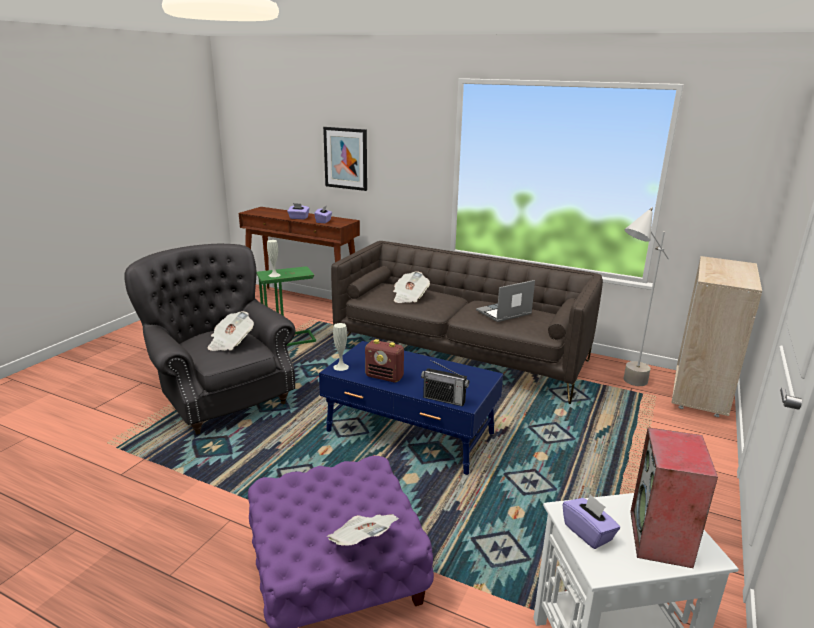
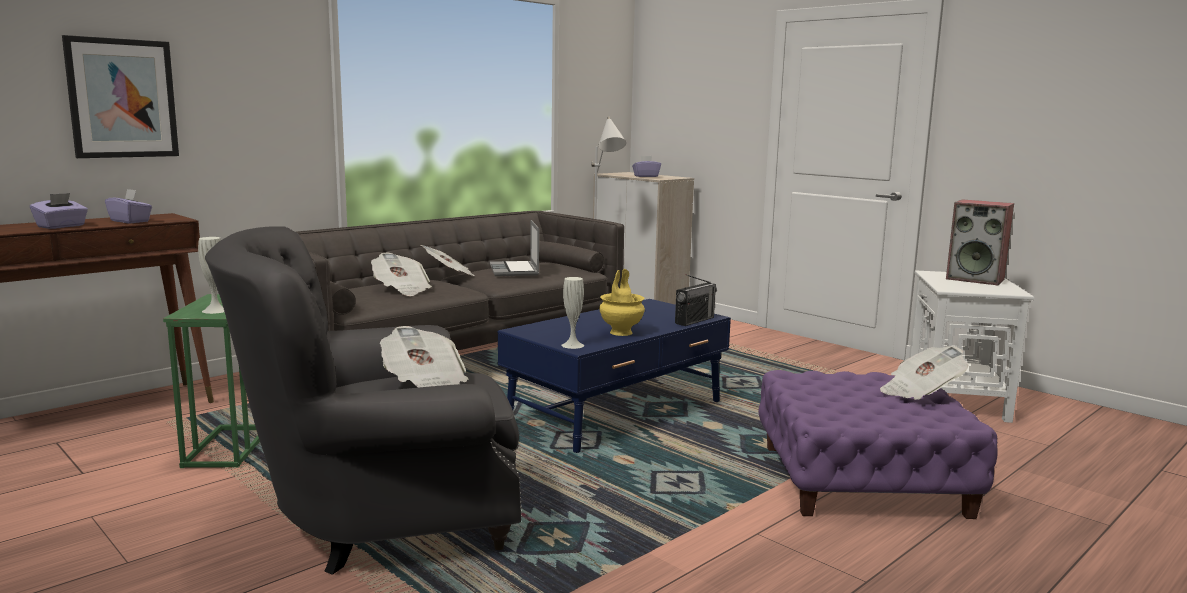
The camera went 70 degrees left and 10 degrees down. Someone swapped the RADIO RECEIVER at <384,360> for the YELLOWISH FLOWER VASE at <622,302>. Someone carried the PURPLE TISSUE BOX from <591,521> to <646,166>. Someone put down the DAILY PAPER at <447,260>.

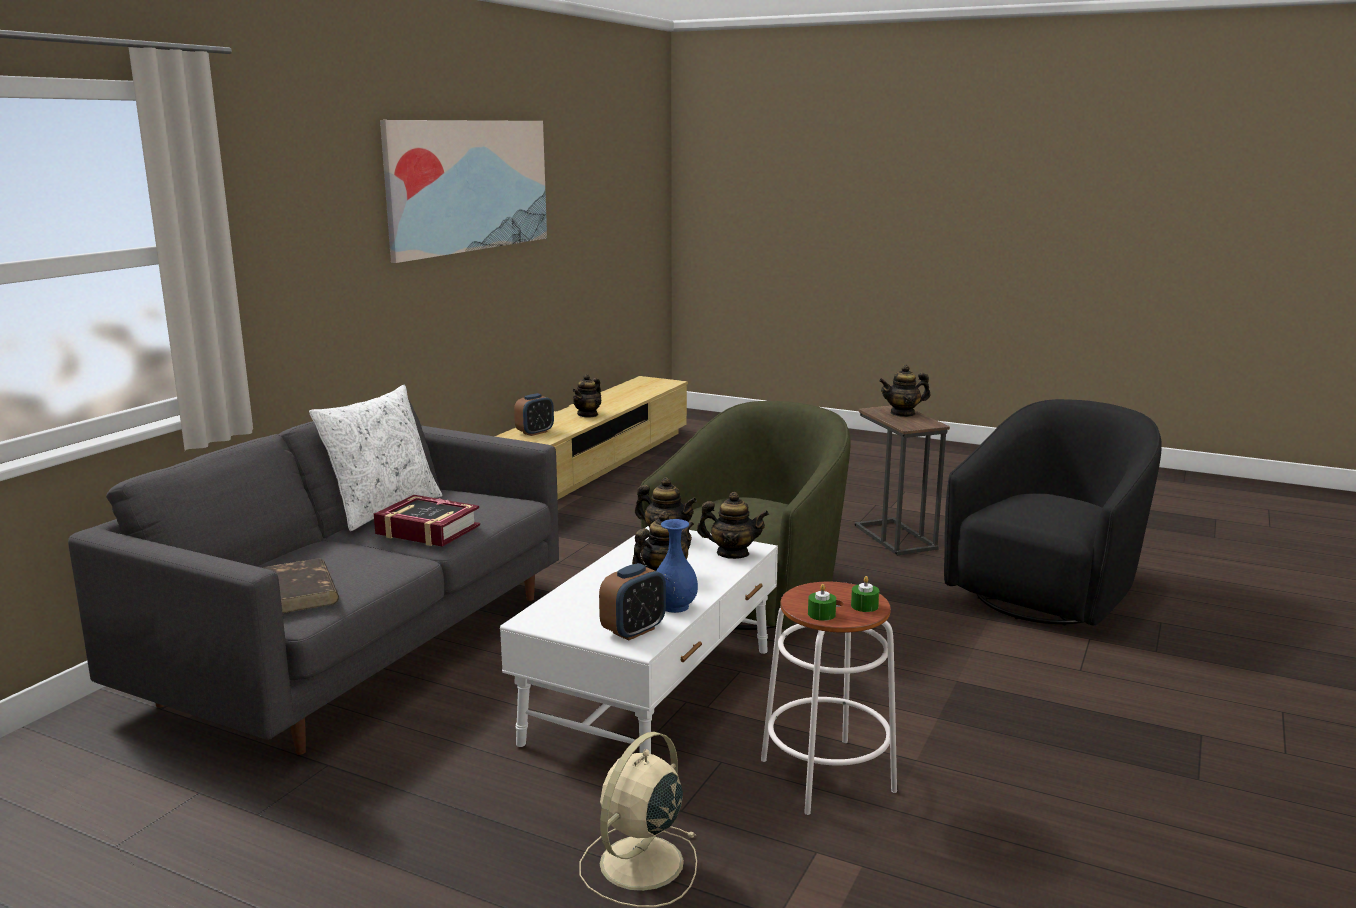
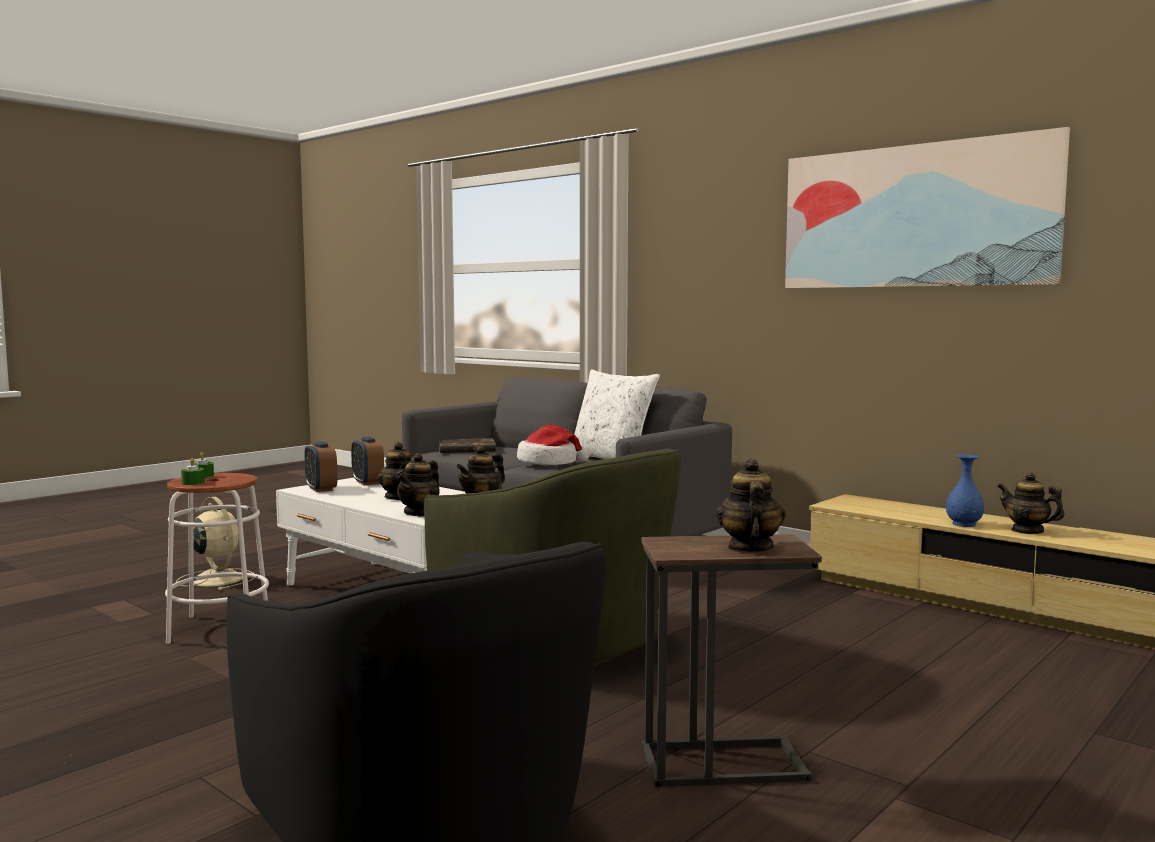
The camera went 105 degrees right and 10 degrees down. Someone swapped the VOLUME at <427,521> for the WEARABLE HAT at <553,445>. Someone carried the ALARM CLOCK from <534,414> to <367,461>. Someone carried the BLUE-COLOURED FLOWER VASE from <677,566> to <965,490>.

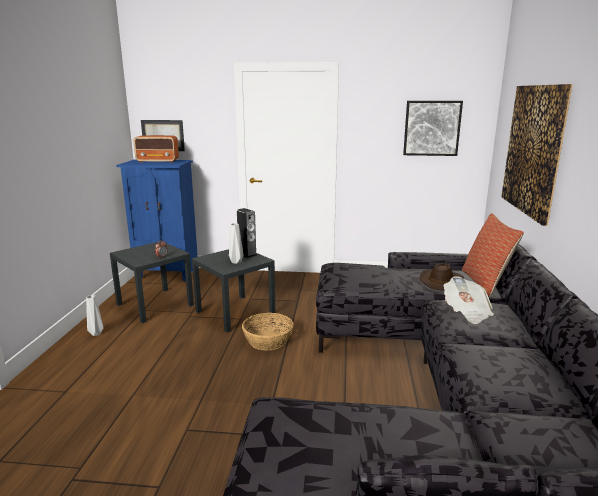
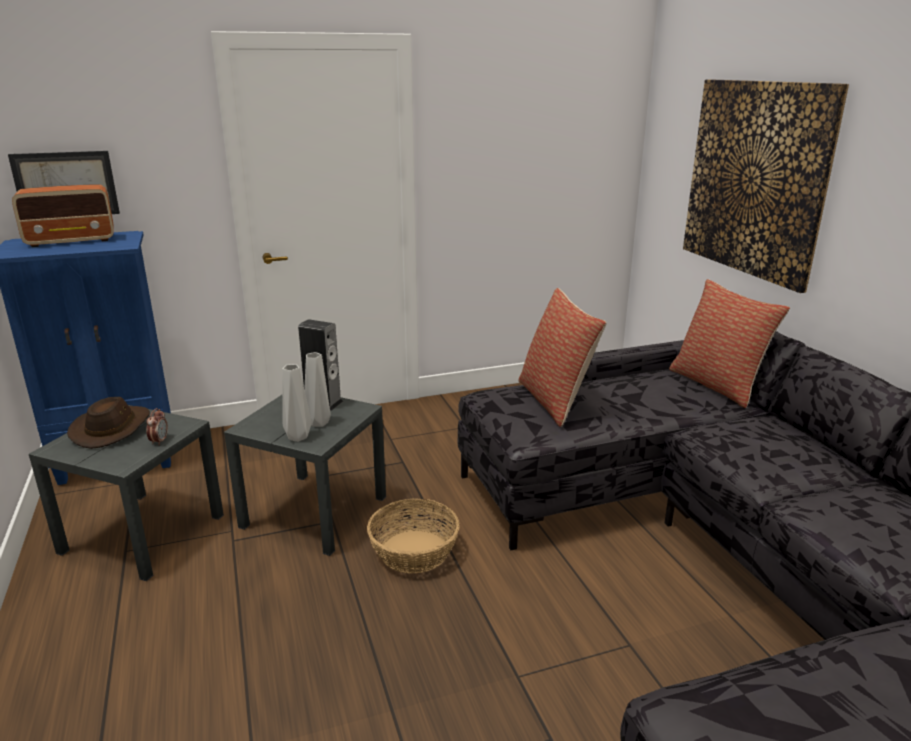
The camera went 25 degrees left and 5 degrees up. Someone carried the GREYISH FLOWER VASE from <95,315> to <296,403>. Someone took away the PICTURE at <433,128>. Someone carried the BROWNISH WEARABLE HAT from <442,276> to <108,423>. Someone took away the DAILY PAPER at <468,300>. Someone put down the PILLOW at <563,357>.

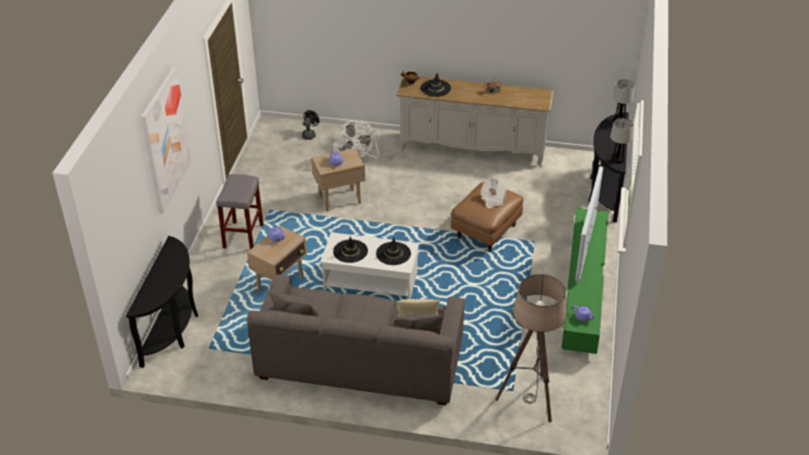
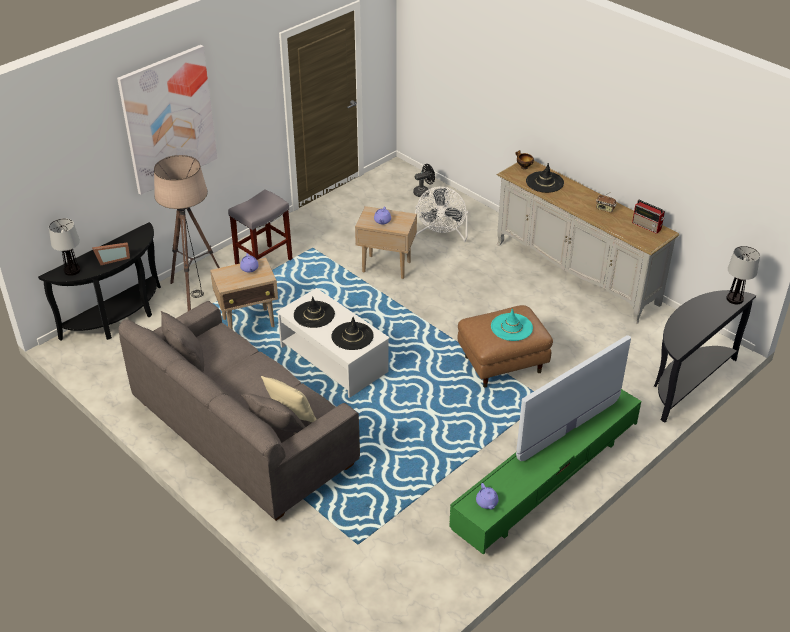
The camera went 35 degrees right and 0 degrees up. Someone swapped the DAILY PAPER at <493,193> for the TURQUOISE-COLOURED WEARABLE HAT at <512,324>. Someone carried the FLOOR LAMP from <531,348> to <187,233>. Someone carried the LAMP FOR A TABLE from <621,141> to <65,247>. Someone put down the PHOTO FRAME at <111,254>. Someone put down the RADIO RECEIVER at <648,216>.

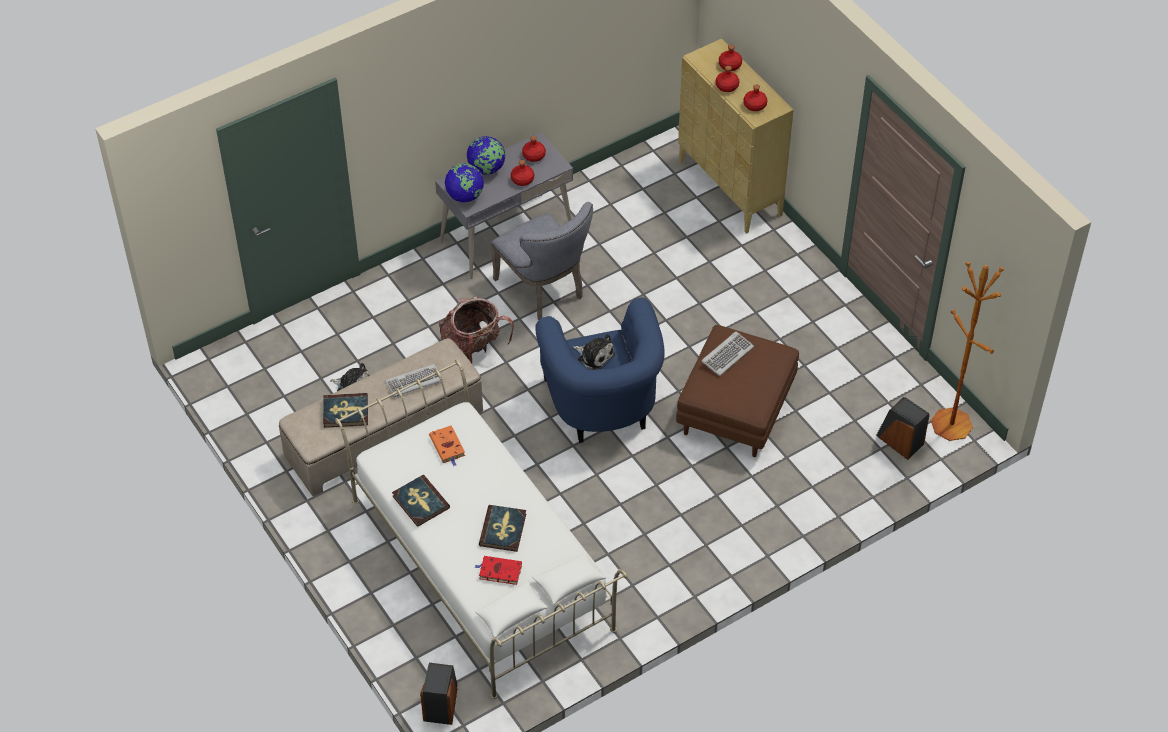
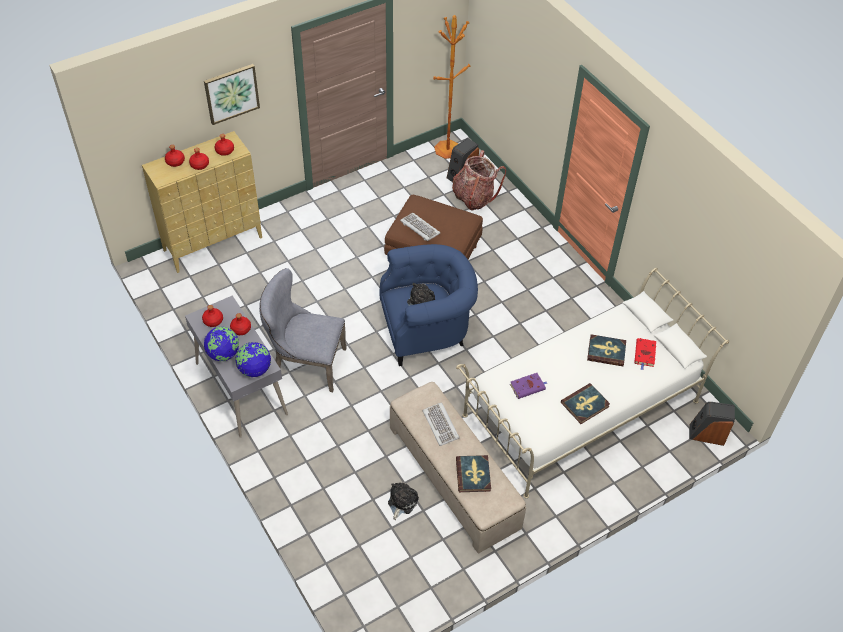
The camera went 90 degrees left and 0 degrees up. Someone repainted the ORANGE-COLOURED VOLUME at <447,445>, which became the PURPLE VOLUME at <528,386>. Someone carried the RUCKSACK from <476,330> to <479,180>. Someone rotated the GREYISH UPRIGHT CHAIR at <542,261> by 135 degrees counterclockwise. Someone put up the PICTURE at <232,94>.

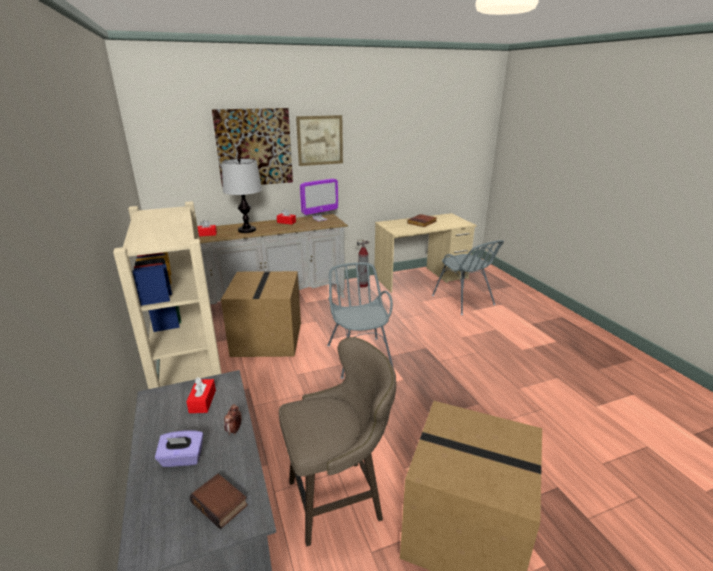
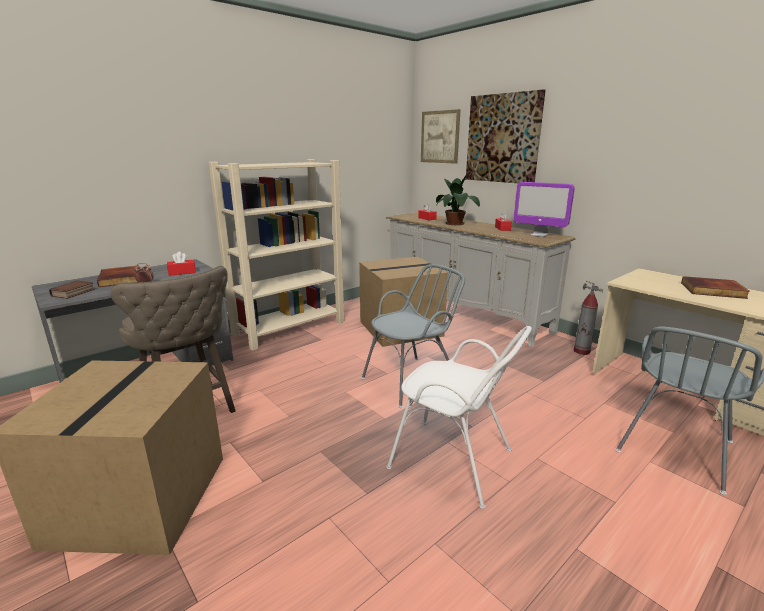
The camera went 70 degrees right and 5 degrees down. Someone swapped the PURPLE TISSUE BOX at <179,448> for the VOLUME at <117,276>. Someone swapped the LAMP FOR A TABLE at <242,196> for the PLANT IN A POT at <457,197>. Someone carried the PICTURE from <319,140> to <441,136>. Someone put down the WHITE UPRIGHT CHAIR at <459,417>.

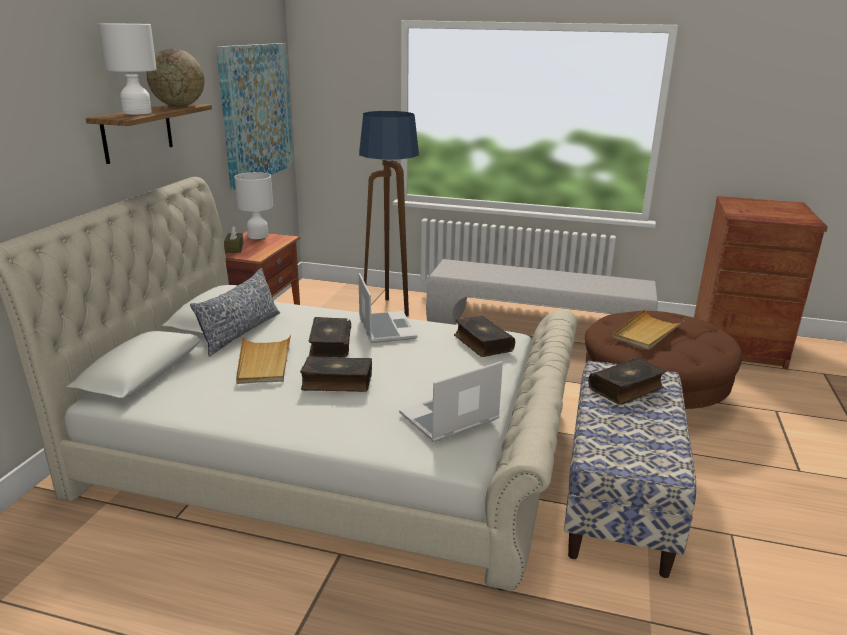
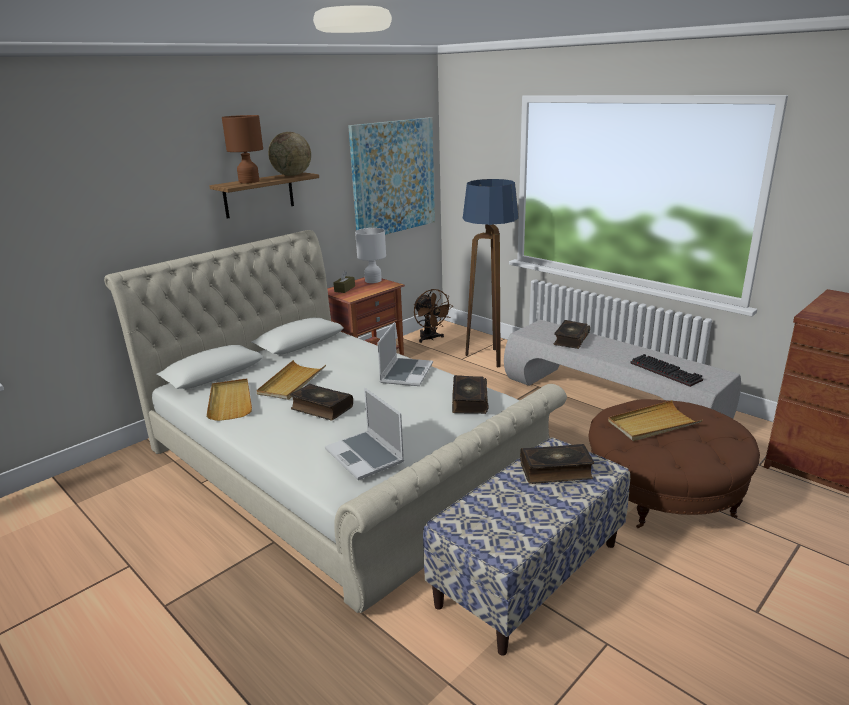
The camera went 30 degrees right and 0 degrees up. Someone repainted the WHITE LAMP FOR A TABLE at <127,69>, which became the BROWNISH LAMP FOR A TABLE at <242,149>. Someone took away the PILLOW at <235,312>. Someone carried the VOLUME from <330,337> to <571,334>. Someone rotated the PORTABLE COMPUTER at <451,401> by 120 degrees counterclockwise. Someone put down the BEIGE SERVING TRAY at <229,399>. Someone put down the BROWNISH COOLING FAN at <433,316>. Someone put down the COMPUTER KEYBOARD at <666,370>.

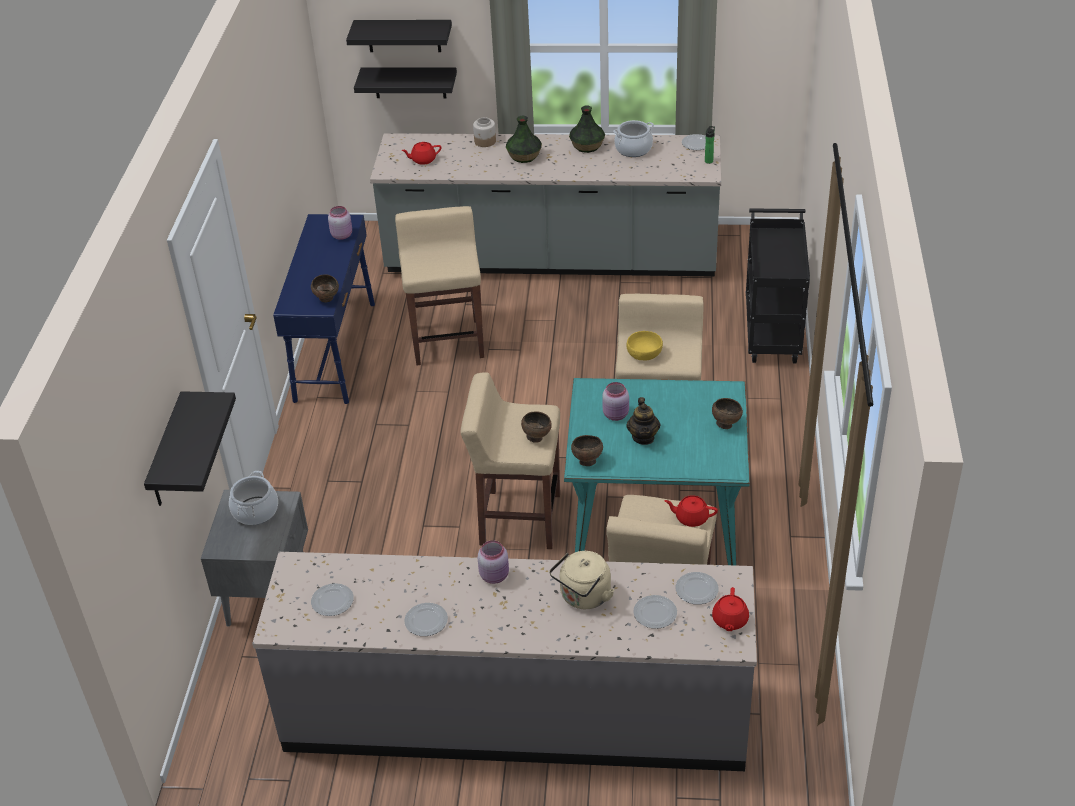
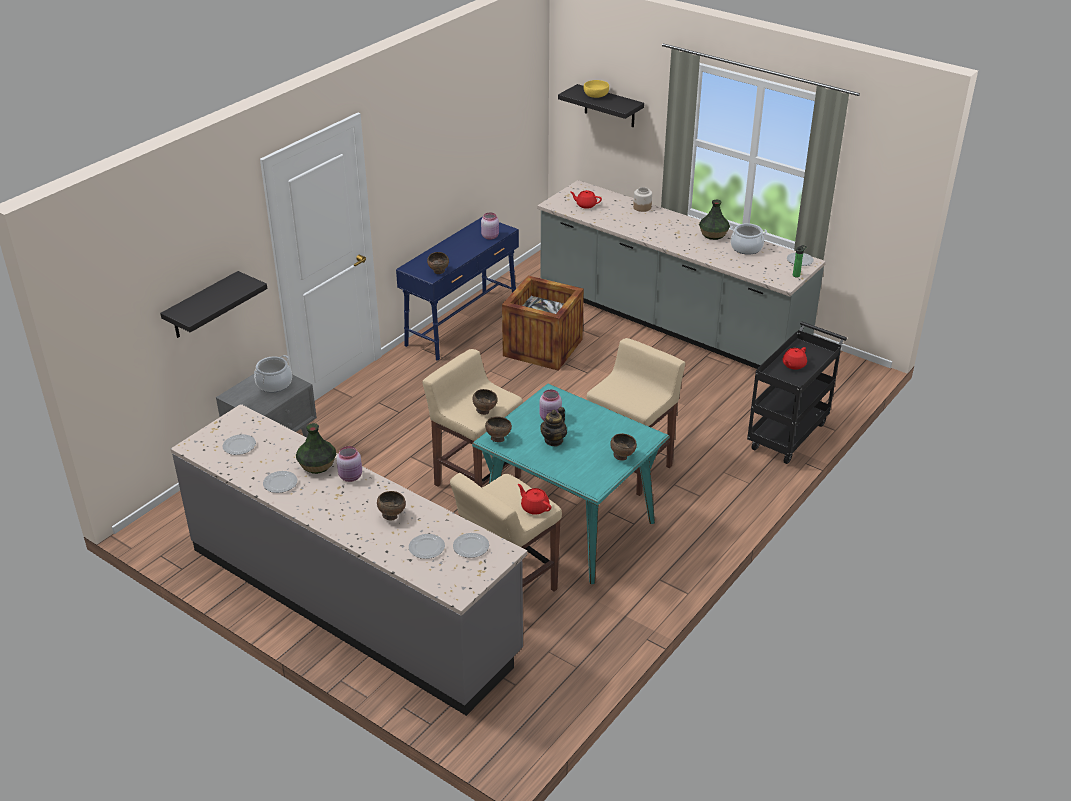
The camera went 30 degrees right and 5 degrees down. Someone took away the BLACK WALL SHELF at <405,82>. Someone swapped the BEIGE STOOL SEAT at <439,285> for the CRATE at <543,323>. Someone carried the FLOWER VASE from <524,139> to <316,448>. Someone swapped the BEIGE WATER KETTLE at <581,580> for the BROWNISH BOWL at <391,505>. Someone carried the YELLOWISH BOWL from <644,345> to <596,89>. Someone carried the RED TEA POT from <730,609> to <795,358>.

